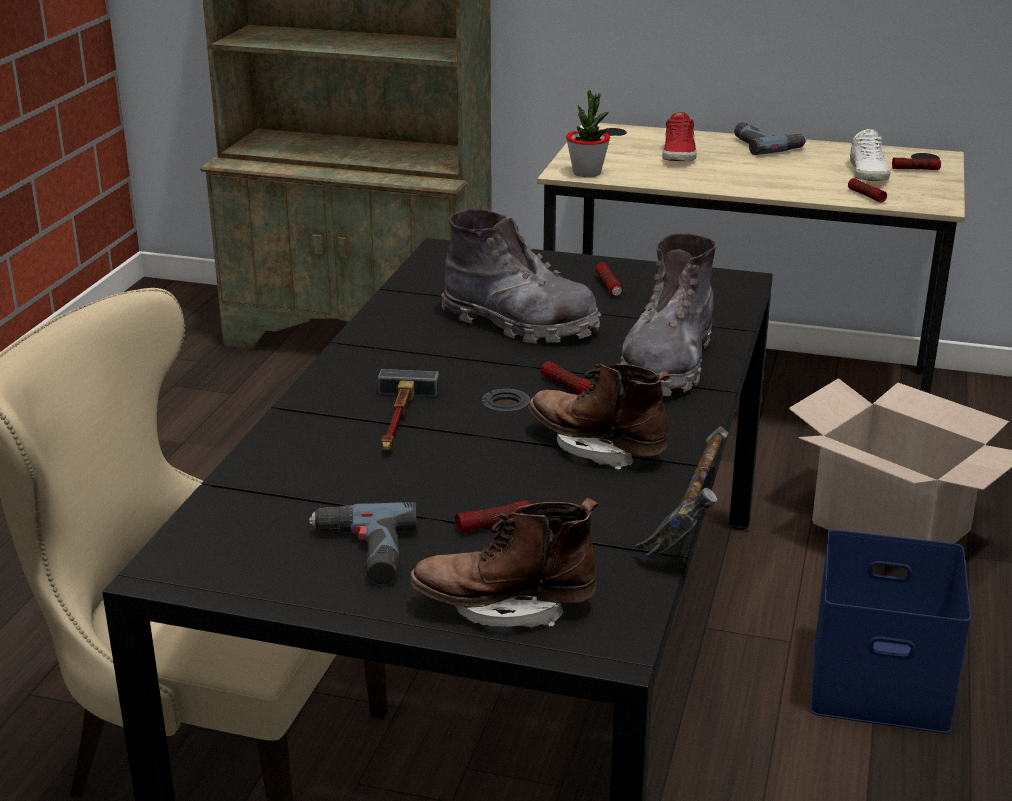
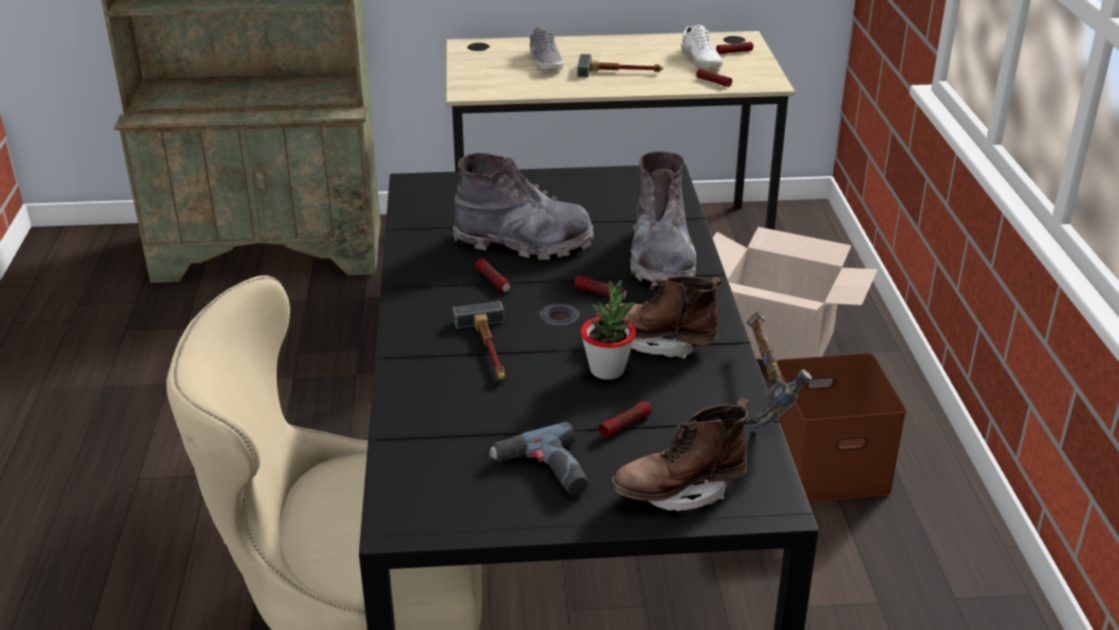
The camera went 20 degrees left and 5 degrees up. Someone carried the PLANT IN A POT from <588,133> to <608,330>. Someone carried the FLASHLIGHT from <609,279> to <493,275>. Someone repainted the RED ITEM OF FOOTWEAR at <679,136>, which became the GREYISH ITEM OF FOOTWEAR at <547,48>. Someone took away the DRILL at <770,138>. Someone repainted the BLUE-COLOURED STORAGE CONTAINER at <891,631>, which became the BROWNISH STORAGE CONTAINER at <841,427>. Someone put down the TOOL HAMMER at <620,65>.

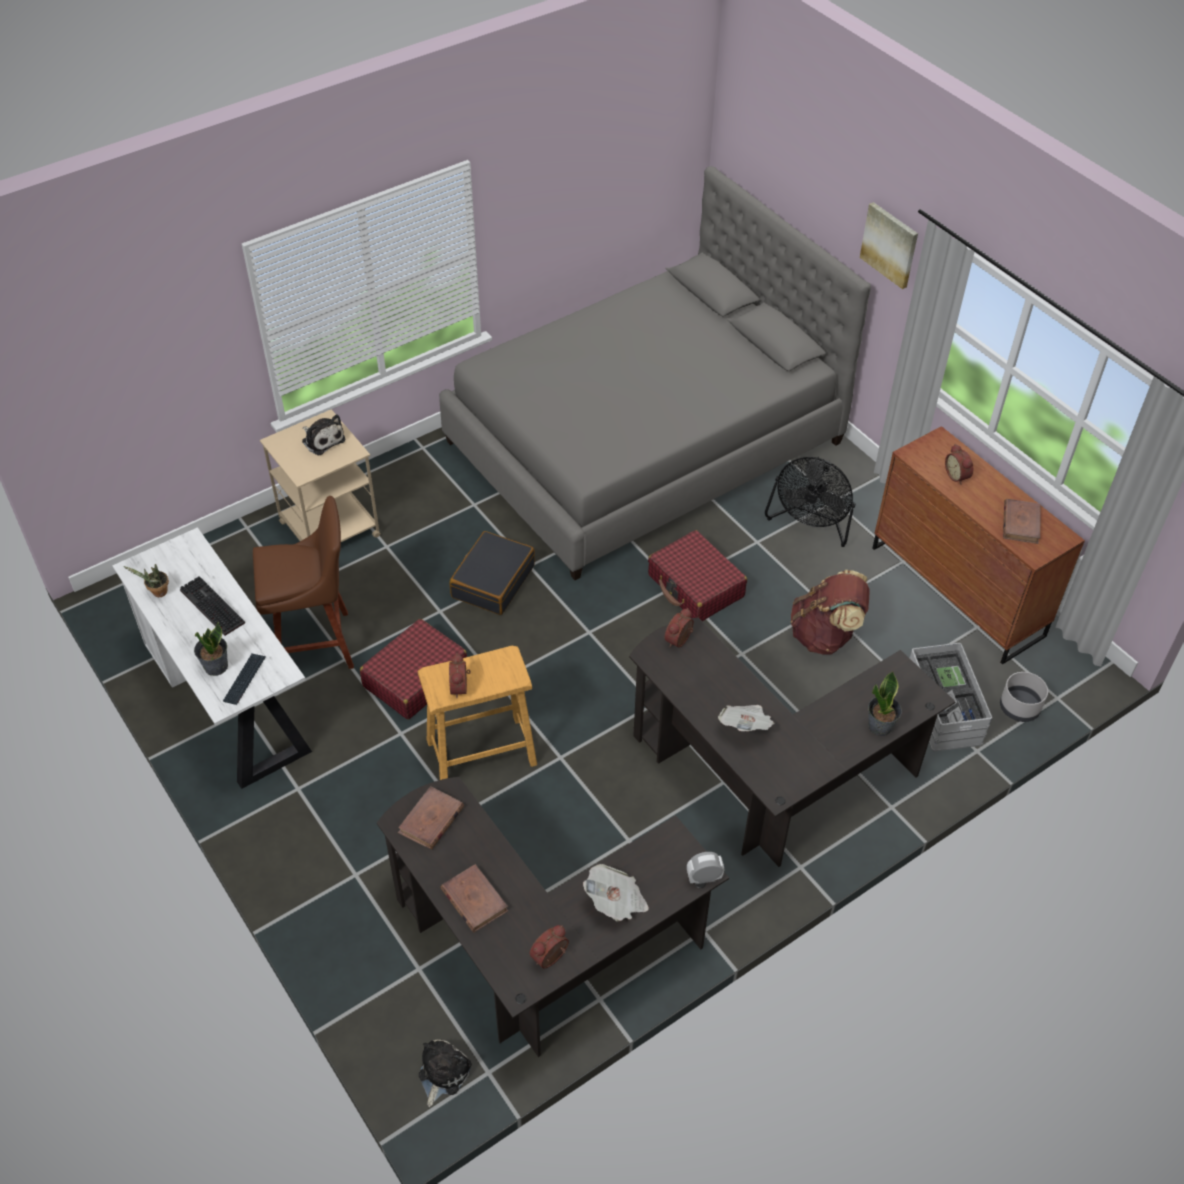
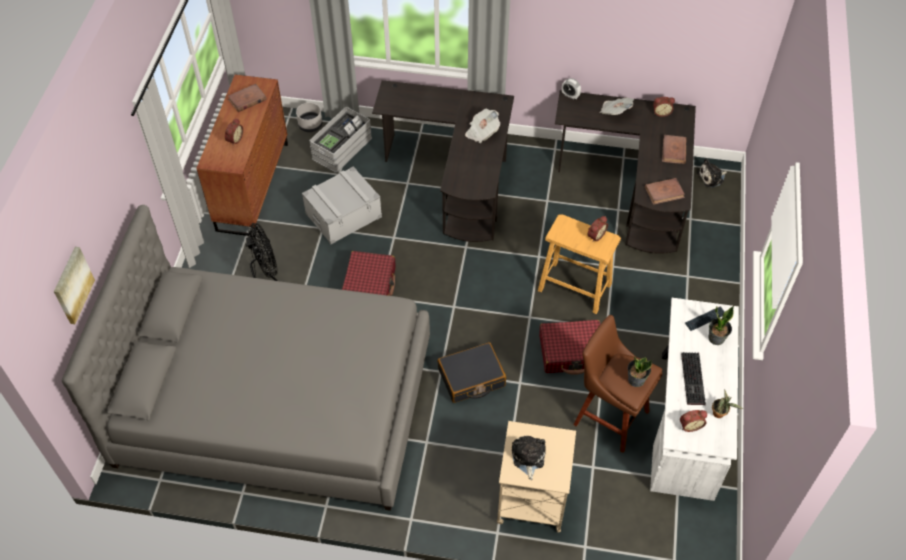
The camera went 135 degrees left and 5 degrees up. Someone carried the ALARM CLOCK from <679,628> to <693,421>. Someone swapped the BROWNISH RUCKSACK at <830,612> for the GREYISH STORAGE CONTAINER at <342,205>. Someone carried the PICTURE from <889,245> to <74,285>. Someone carried the PLANT IN A POT from <885,704> to <640,372>.

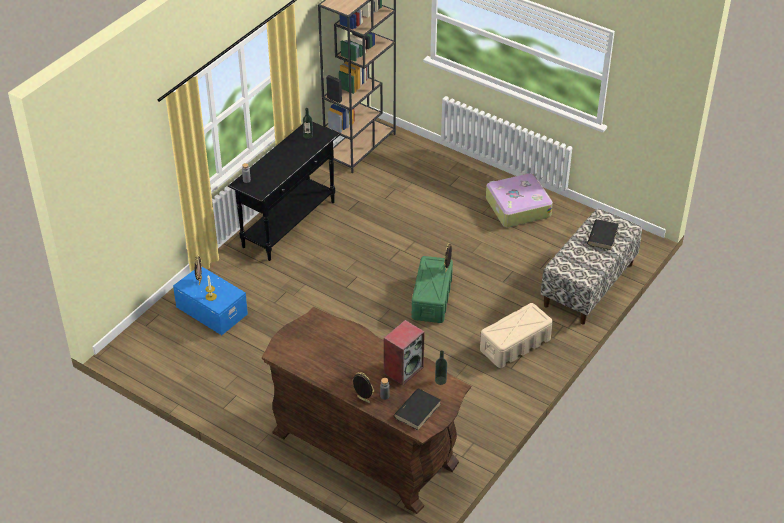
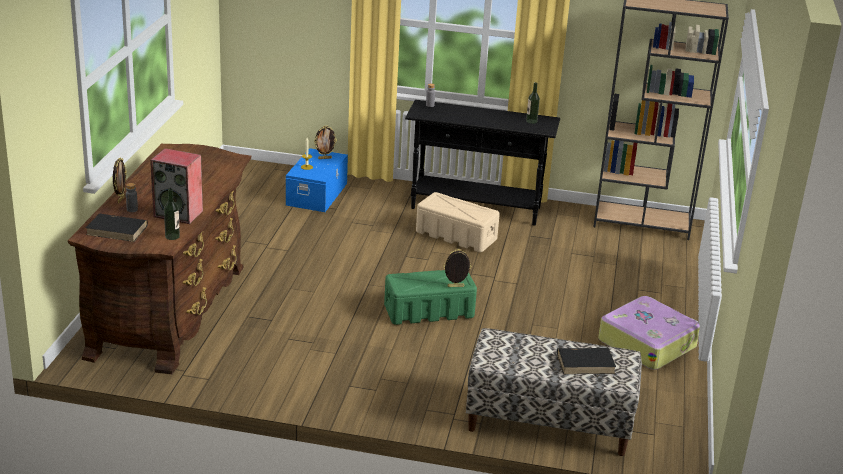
The camera went 65 degrees right and 15 degrees down. Someone carried the BEIGE STORAGE CONTAINER from <516,335> to <458,222>.

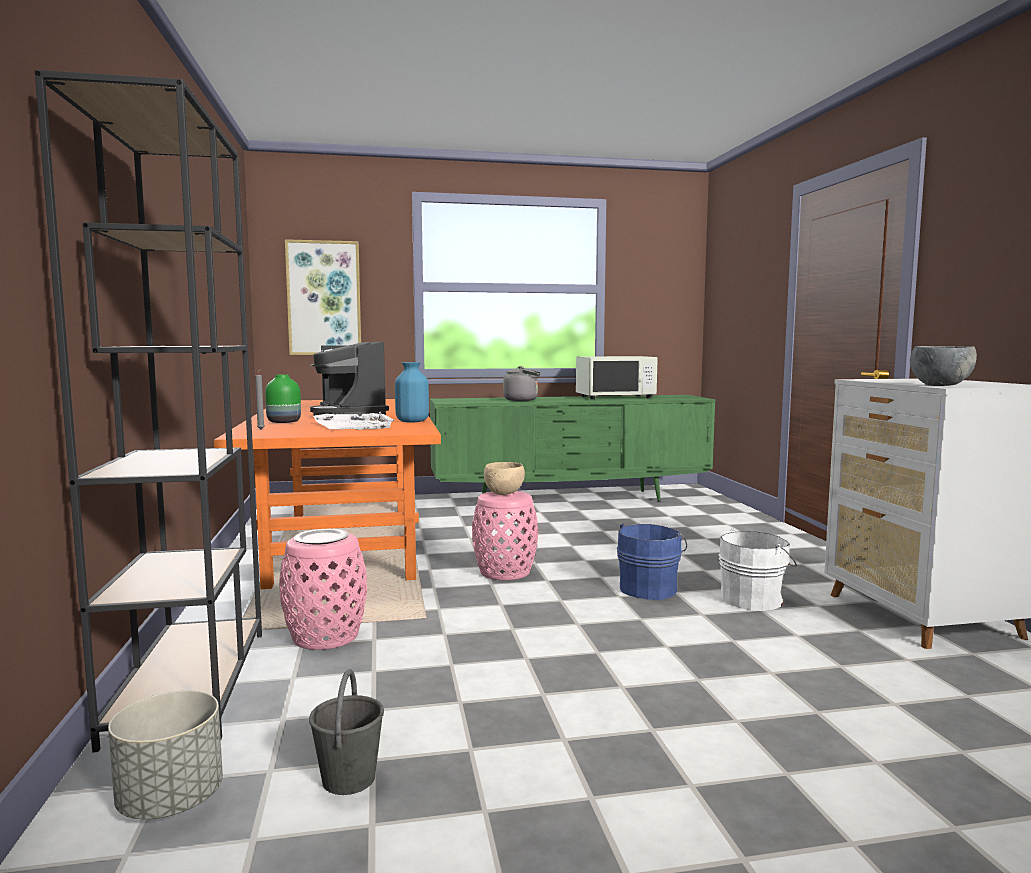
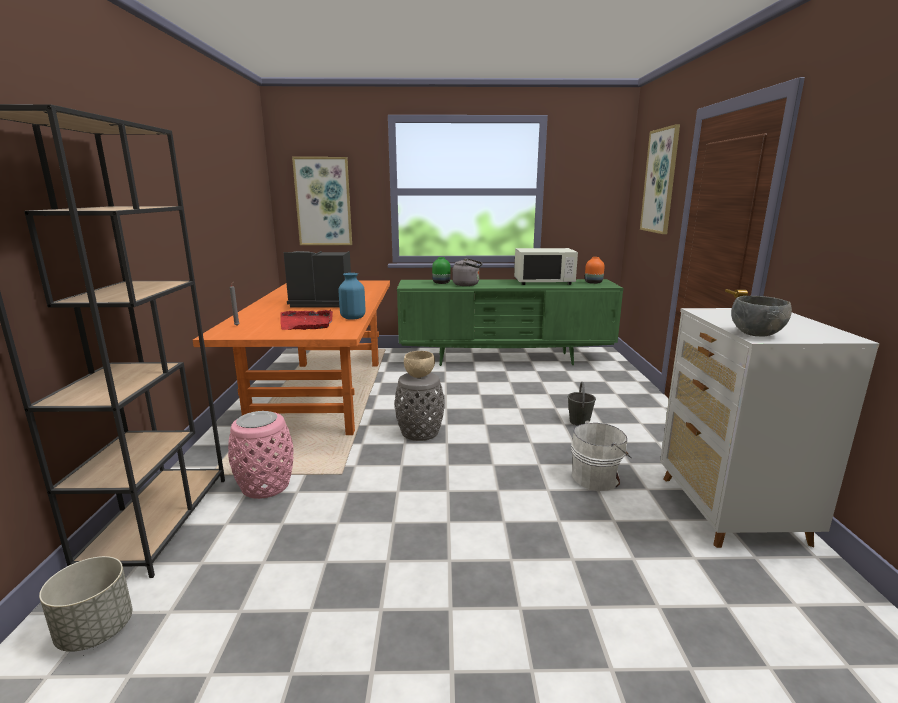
The camera went 10 degrees right and 10 degrees up. Someone carried the GREENISH FLOWER VASE from <283,399> to <441,270>. Someone carried the GREYISH WATER BUCKET from <346,732> to <582,404>. Someone rotated the COFFEE MAKER at <349,379> by 105 degrees clockwise. Someone repainted the WHITE SERVING TRAY at <353,421>, which became the RED SERVING TRAY at <306,319>. Someone repainted the PINKISH STOOL SEAT at <505,535>, which became the GREYISH STOOL SEAT at <419,407>. Someone took away the BLUE-COLOURED WATER BUCKET at <652,562>. Someone put down the ORANGE-COLOURED FLOWER VASE at <594,270>. Someone put up the PICTURE at <660,179>.

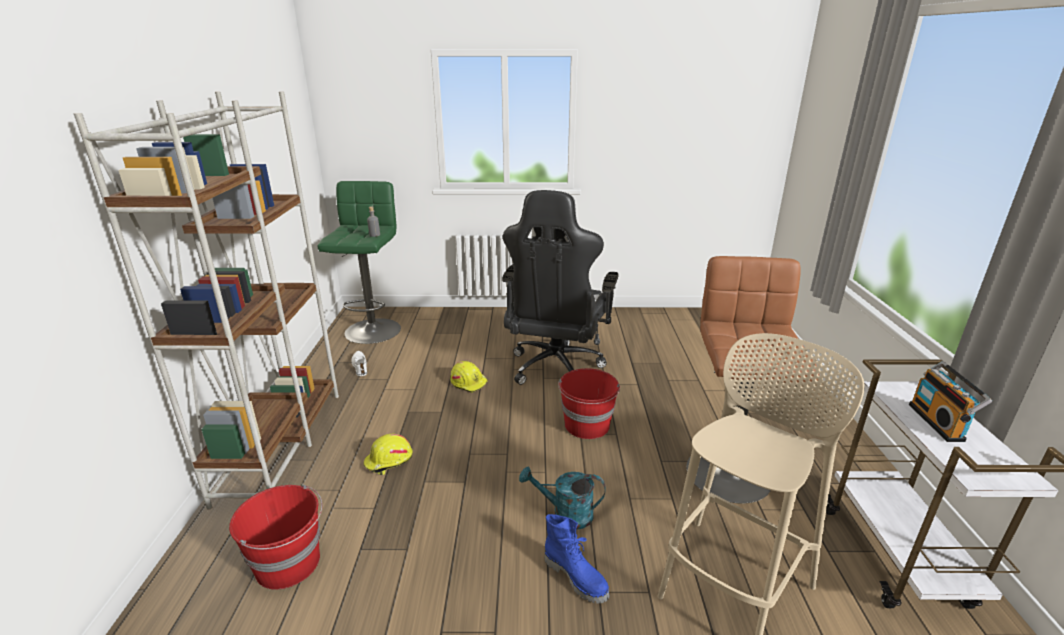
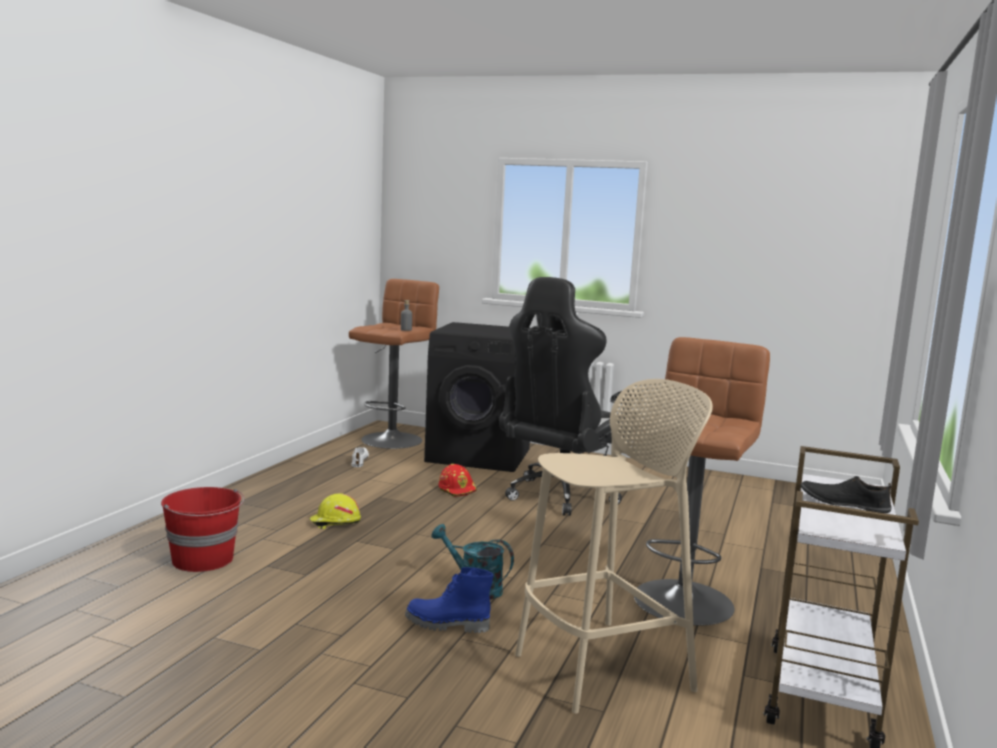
The camera went 20 degrees right and 15 degrees down. Someone took away the BROWNISH BOOKCASE at <206,301>. Someone repainted the GREENISH STOOL SEAT at <359,262>, which became the BROWNISH STOOL SEAT at <394,364>. Someone repainted the YELLOWISH HARD HAT at <469,377>, which became the RED HARD HAT at <457,480>. Someone rotated the BLUE-COLOURED TALL BOOT at <577,559> by 120 degrees clockwise. Someone took away the RED WATER BUCKET at <589,403>. Someone swapped the RADIO RECEIVER at <950,401> for the BLACK ITEM OF FOOTWEAR at <846,494>. Someone put down the BLACK WASHING MACHINE at <477,397>.

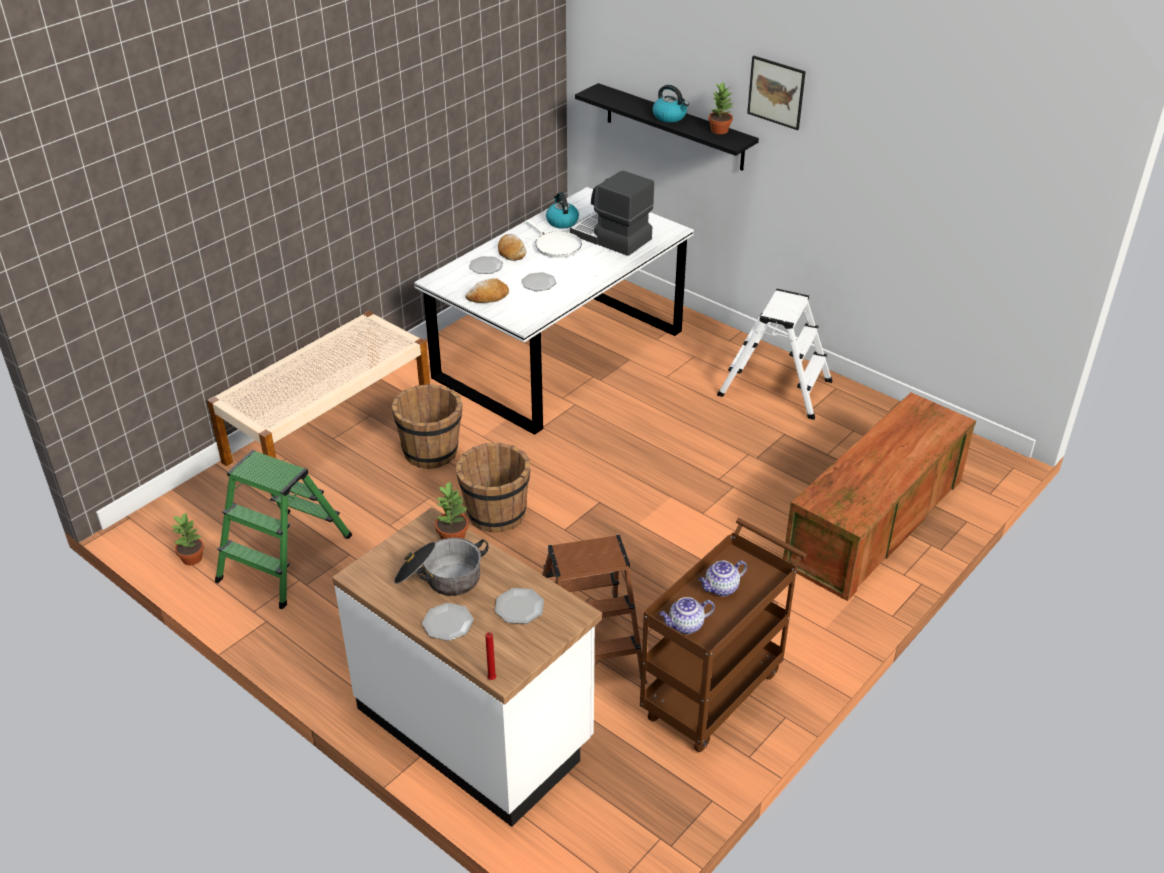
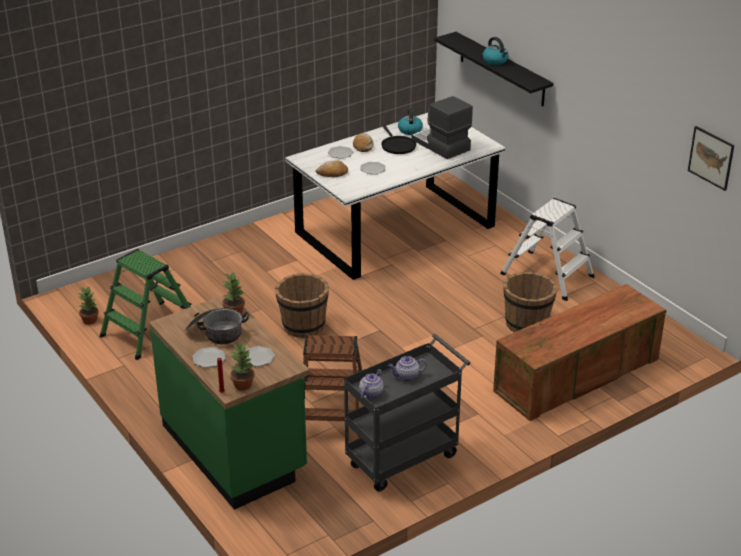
The camera went 15 degrees right and 5 degrees down. Someone took away the BEIGE BENCH at <318,403>. Someone repainted the WHITE KITCHEN BASE UNIT at <467,667>, which became the GREENISH KITCHEN BASE UNIT at <229,401>. Someone carried the BROWNISH WATER BUCKET from <427,426> to <530,302>. Someone repainted the WHITE FRYING PAN at <554,239>, which became the BLACK FRYING PAN at <398,140>. Someone repainted the BROWNISH TROLLEY at <723,635>, which became the GREYISH TROLLEY at <407,412>. Someone rotated the TEA POT at <687,615> by 120 degrees clockwise. Someone carried the PLANT IN A POT from <720,108> to <242,366>. Someone carried the PICTURE from <776,93> to <711,158>.

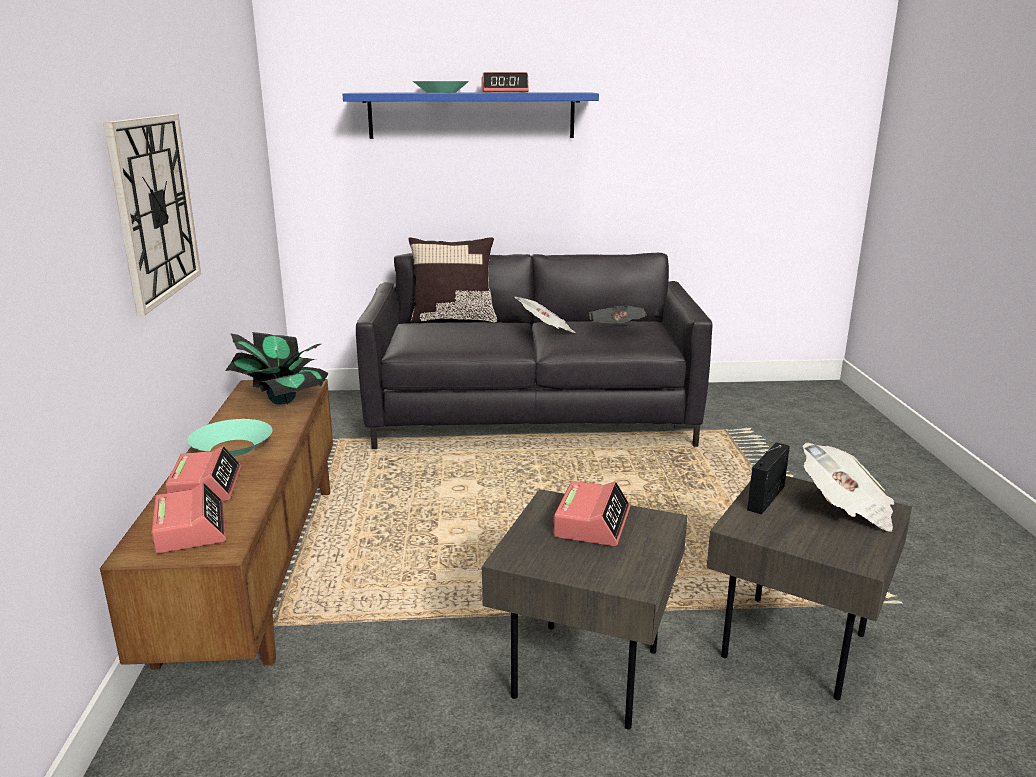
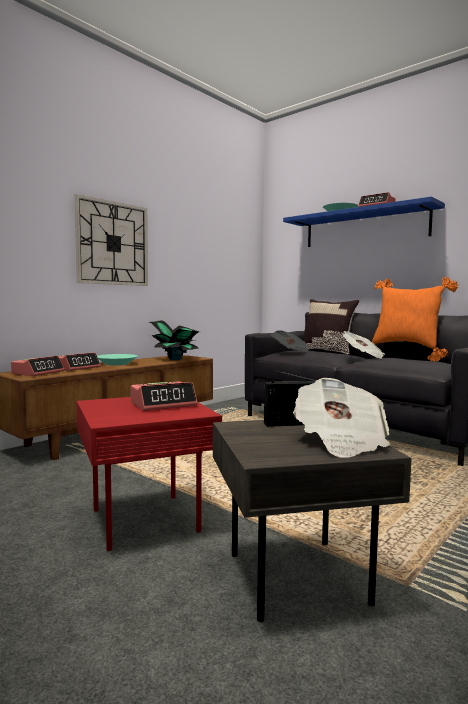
The camera went 45 degrees right and 15 degrees down. Someone repainted the GREYISH END TABLE at <584,609>, which became the RED END TABLE at <149,474>. Someone carried the DAILY PAPER from <618,314> to <290,341>. Someone put down the ORANGE-COLOURED PILLOW at <415,318>.

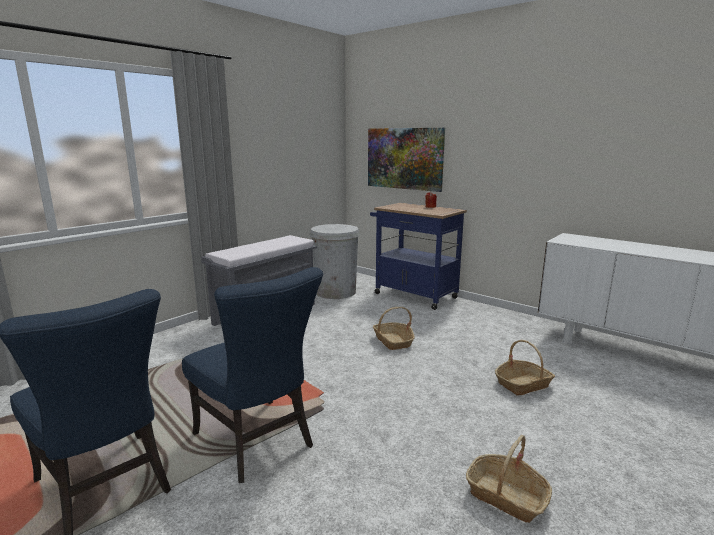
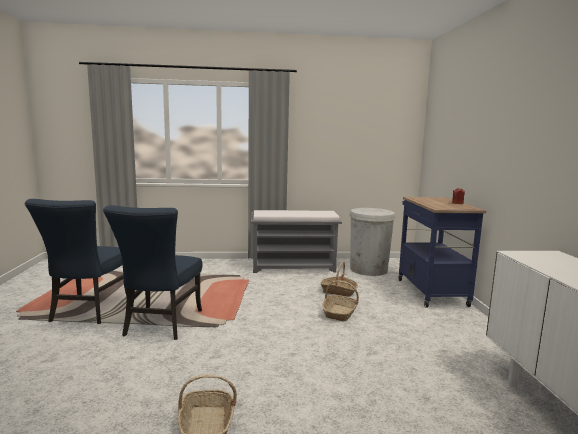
The camera went 45 degrees right and 5 degrees down. Someone took away the PICTURE at <406,160>. Someone carried the STORAGE BASKET from <525,368> to <339,279>.

